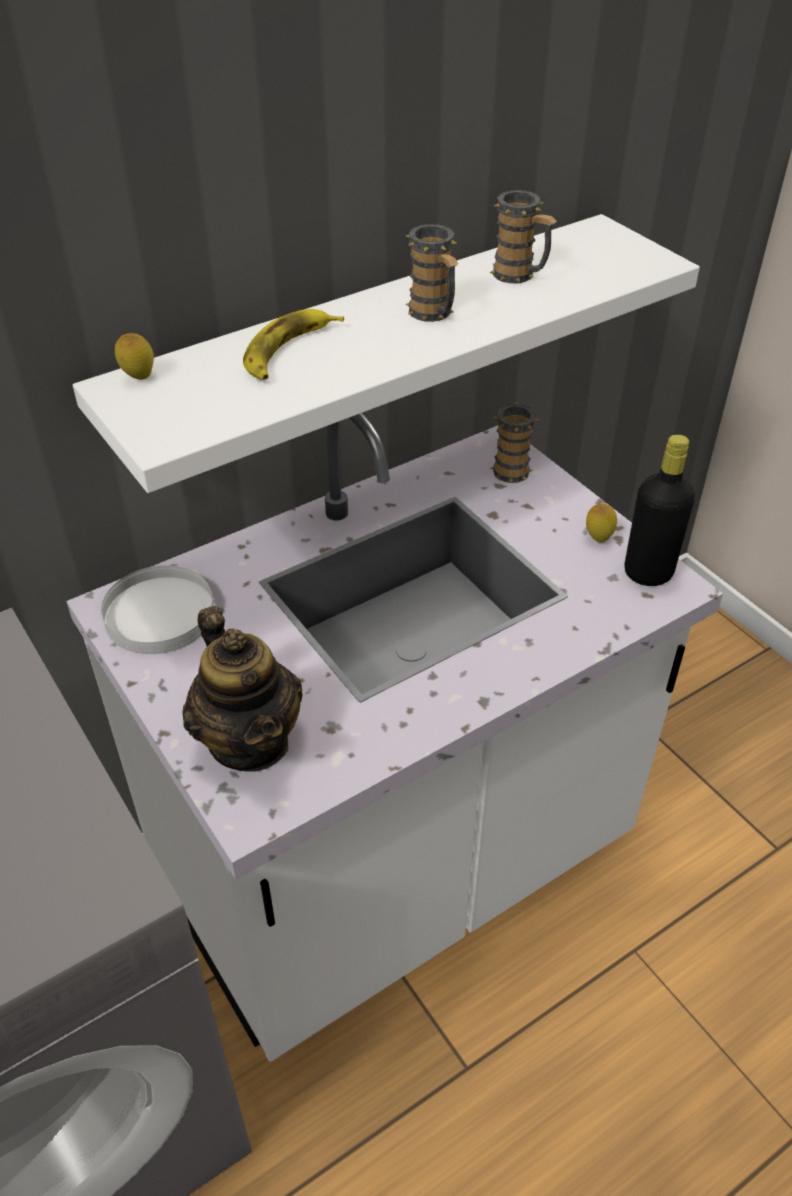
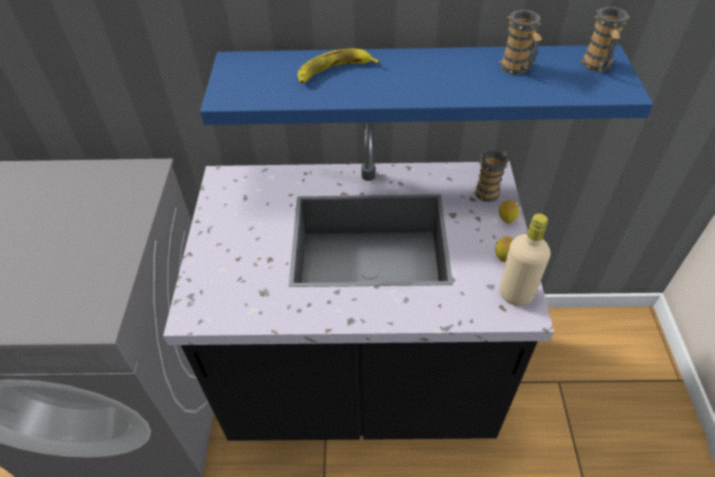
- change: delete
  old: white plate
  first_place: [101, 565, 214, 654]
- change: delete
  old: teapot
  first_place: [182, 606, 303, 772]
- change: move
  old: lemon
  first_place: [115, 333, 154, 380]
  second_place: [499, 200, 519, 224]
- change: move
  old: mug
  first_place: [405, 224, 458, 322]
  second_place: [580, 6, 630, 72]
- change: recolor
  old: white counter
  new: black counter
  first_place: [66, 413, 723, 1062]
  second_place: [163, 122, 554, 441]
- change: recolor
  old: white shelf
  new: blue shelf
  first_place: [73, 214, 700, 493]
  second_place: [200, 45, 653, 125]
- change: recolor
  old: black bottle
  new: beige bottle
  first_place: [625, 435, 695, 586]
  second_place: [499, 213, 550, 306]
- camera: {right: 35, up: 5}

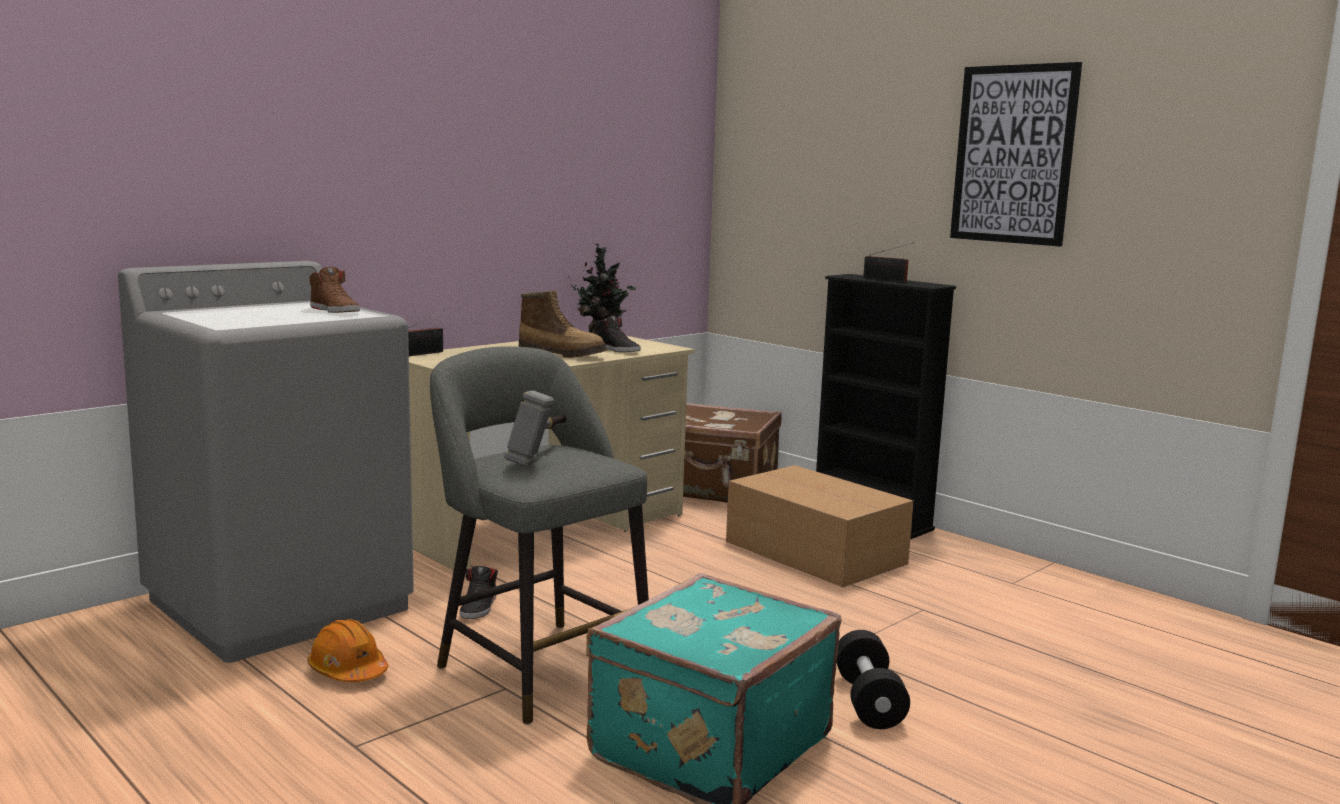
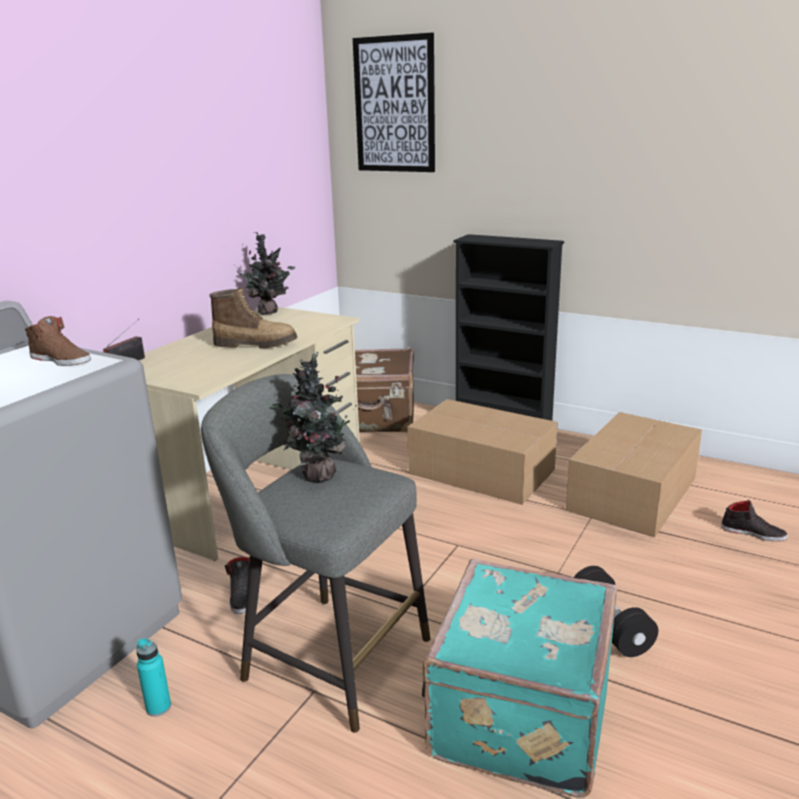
- change: delete
  old: radio
  first_place: [863, 242, 914, 282]
- change: insert
  new: cardboard box
  second_place: [566, 412, 702, 537]
- change: move
  old: black shoe
  first_place: [594, 315, 641, 352]
  second_place: [721, 500, 788, 541]
- change: move
  old: picture
  first_place: [950, 62, 1082, 246]
  second_place: [353, 33, 435, 172]
- change: replace
  old: orange hard hat
  new: turquoise bottle
  first_place: [307, 619, 388, 682]
  second_place: [136, 638, 171, 717]
- change: replace
  old: hammer
  new: potted plant
  first_place: [504, 390, 566, 466]
  second_place: [269, 352, 357, 482]
- camera: {right: -15, up: 10}

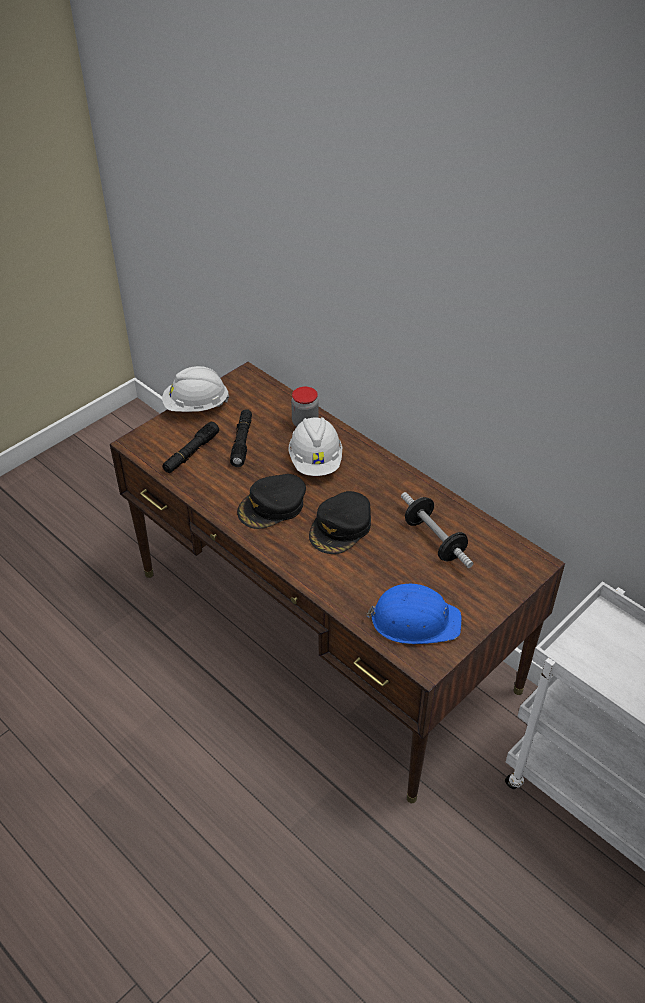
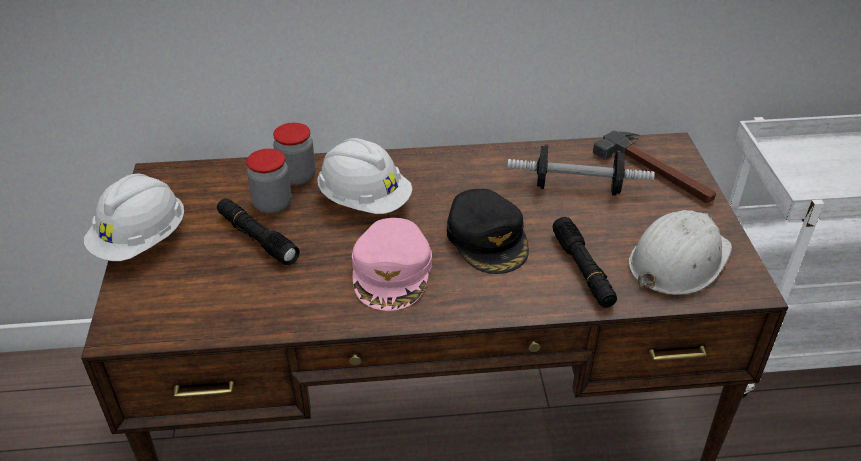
- change: insert
  new: jar
  second_place: [246, 149, 292, 214]
- change: insert
  new: hammer
  second_place: [593, 130, 716, 204]
- change: move
  old: black flashlight
  first_place: [162, 422, 219, 473]
  second_place: [553, 217, 617, 308]
- change: recolor
  old: black cap
  new: pink cap
  first_place: [237, 474, 306, 529]
  second_place: [352, 218, 432, 311]
- change: recolor
  old: blue hard hat
  new: white hard hat
  first_place: [366, 584, 462, 644]
  second_place: [628, 210, 732, 295]
- camera: {right: -50, up: -5}

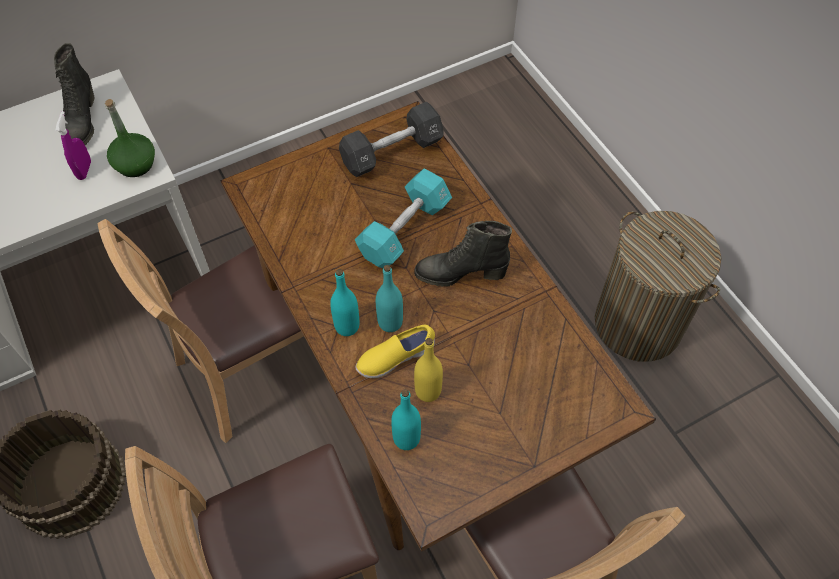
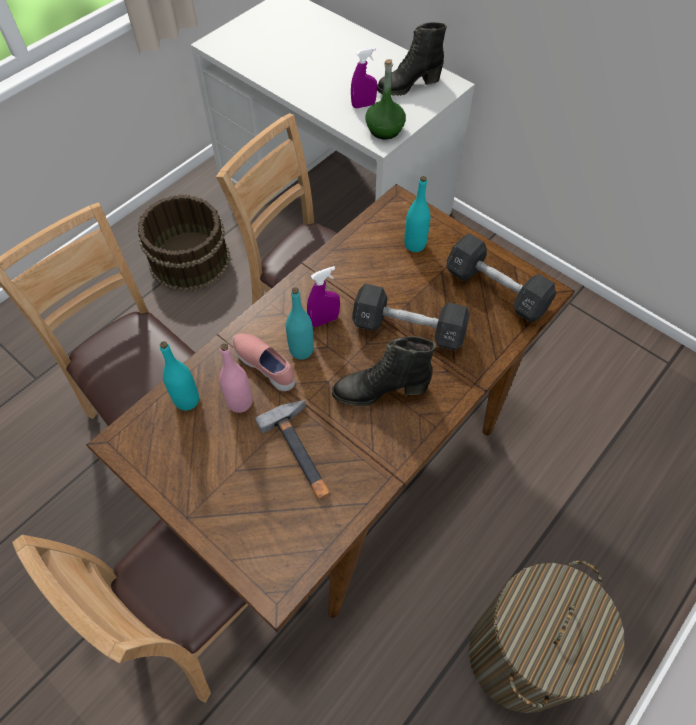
- change: insert
  new: hammer
  second_place: [255, 400, 330, 500]
- change: insert
  new: purple spray bottle
  second_place: [307, 266, 340, 327]
- change: move
  old: turquoise bottle
  first_place: [330, 269, 360, 336]
  second_place: [404, 176, 430, 252]
- change: recolor
  old: turquoise dumbbell
  new: black dumbbell
  first_place: [355, 168, 452, 268]
  second_place: [352, 284, 470, 350]
- change: recolor
  old: yellow shoe
  new: pink shoe
  first_place: [355, 325, 435, 378]
  second_place: [232, 333, 295, 391]
- change: recolor
  old: yellow bottle
  new: pink bottle
  first_place: [414, 338, 443, 402]
  second_place: [219, 344, 252, 413]
- change: rotate
  old: black boot
  first_place: [414, 221, 512, 287]
  second_place: [332, 336, 435, 407]
  degrees: -75
- camera: {right: 70, up: 0}

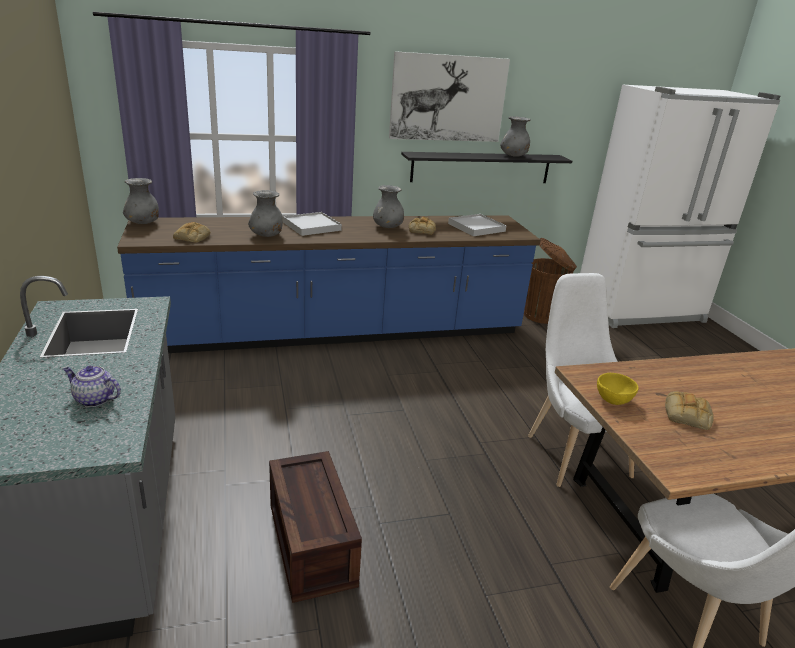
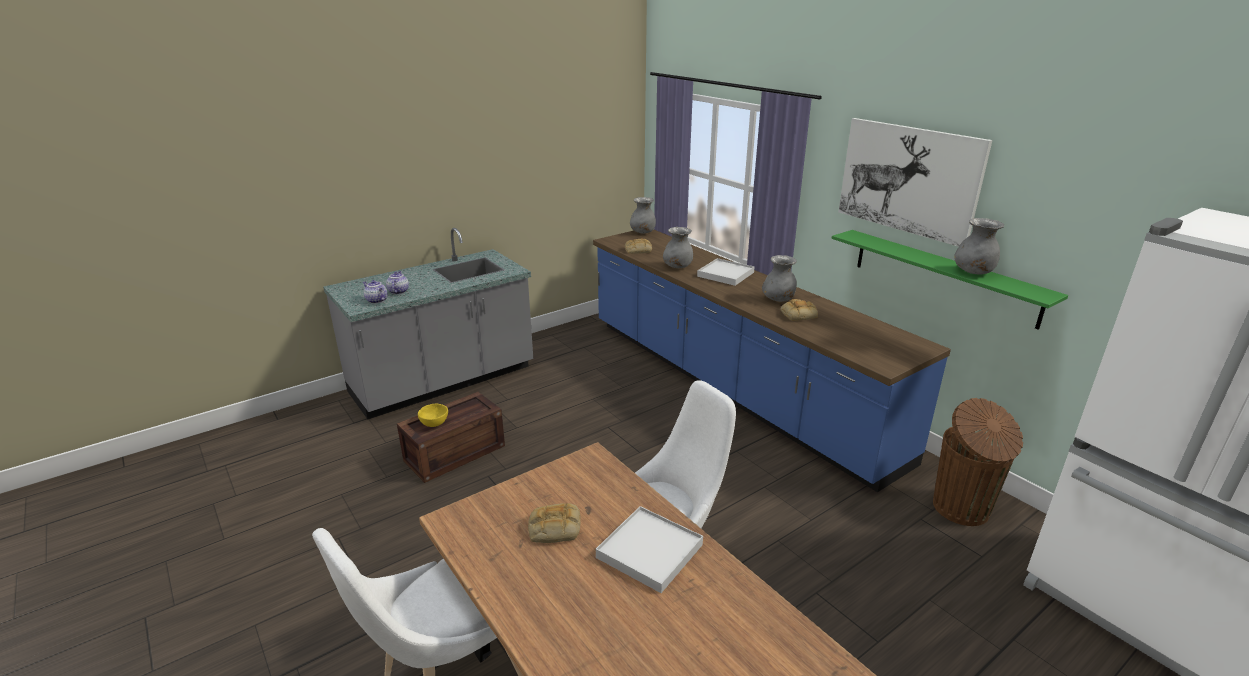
- change: insert
  new: teapot
  second_place: [363, 280, 387, 304]
- change: move
  old: white tray
  first_place: [448, 214, 507, 236]
  second_place: [596, 506, 703, 593]
- change: move
  old: yellow bowl
  first_place: [597, 373, 638, 405]
  second_place: [418, 404, 448, 427]
- change: recolor
  old: black shelf
  new: green shelf
  first_place: [401, 152, 572, 183]
  second_place: [832, 230, 1068, 330]
- camera: {right: 70, up: 0}

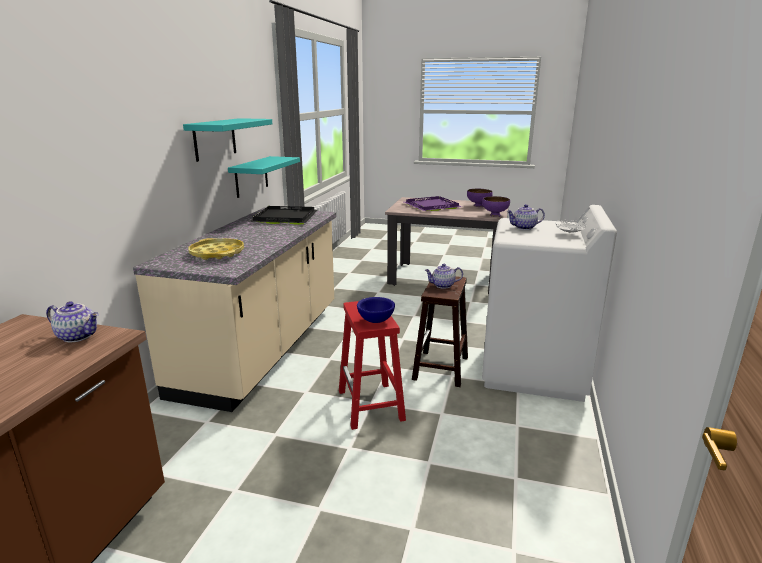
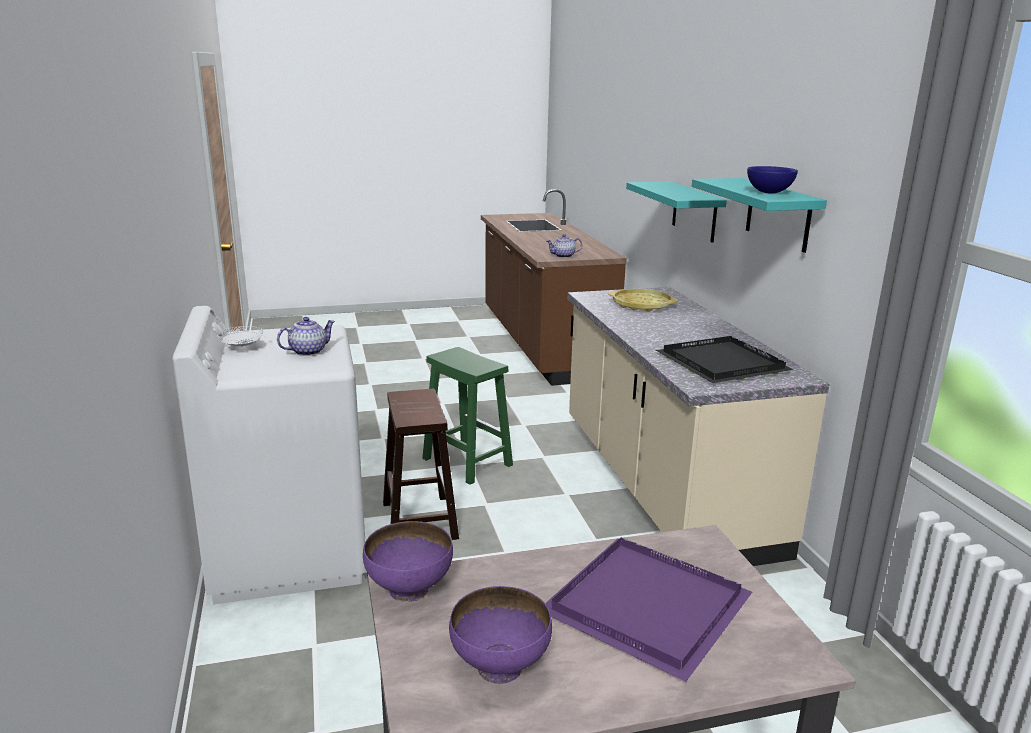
- change: delete
  old: teapot
  first_place: [425, 264, 463, 289]
- change: move
  old: turquoise shelf
  first_place: [228, 156, 300, 198]
  second_place: [626, 181, 727, 243]
- change: move
  old: blue bowl
  first_place: [357, 297, 395, 323]
  second_place: [747, 166, 798, 194]
- change: recolor
  old: red stool
  new: green stool
  first_place: [339, 301, 406, 430]
  second_place: [422, 347, 513, 485]
- camera: {right: 150, up: 0}

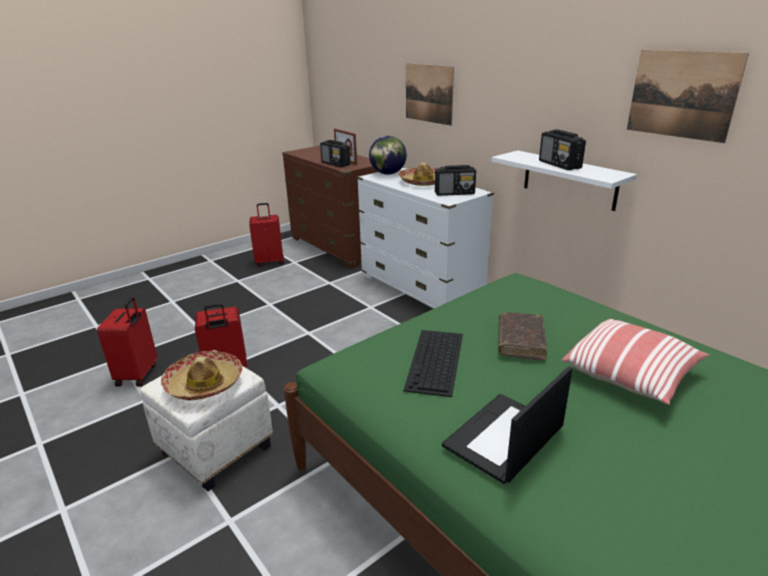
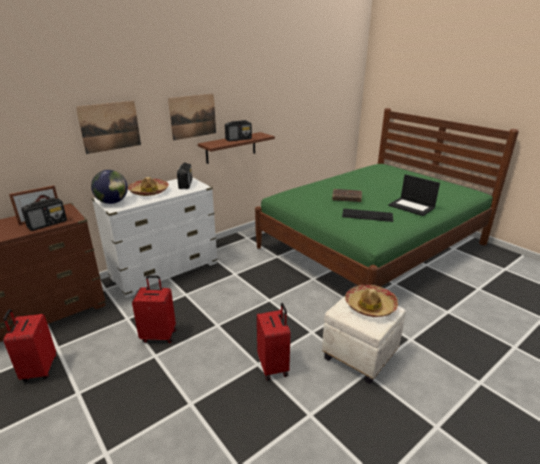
- change: delete
  old: pillow
  first_place: [562, 319, 710, 405]
- change: move
  old: red suitcase
  first_place: [97, 297, 157, 387]
  second_place: [132, 275, 177, 343]
- change: move
  old: picture
  first_place: [627, 50, 749, 143]
  second_place: [168, 94, 216, 141]
- change: recolor
  old: white shelf
  new: brown shelf
  first_place: [491, 150, 637, 211]
  second_place: [198, 132, 275, 164]
- camera: {right: -90, up: 0}

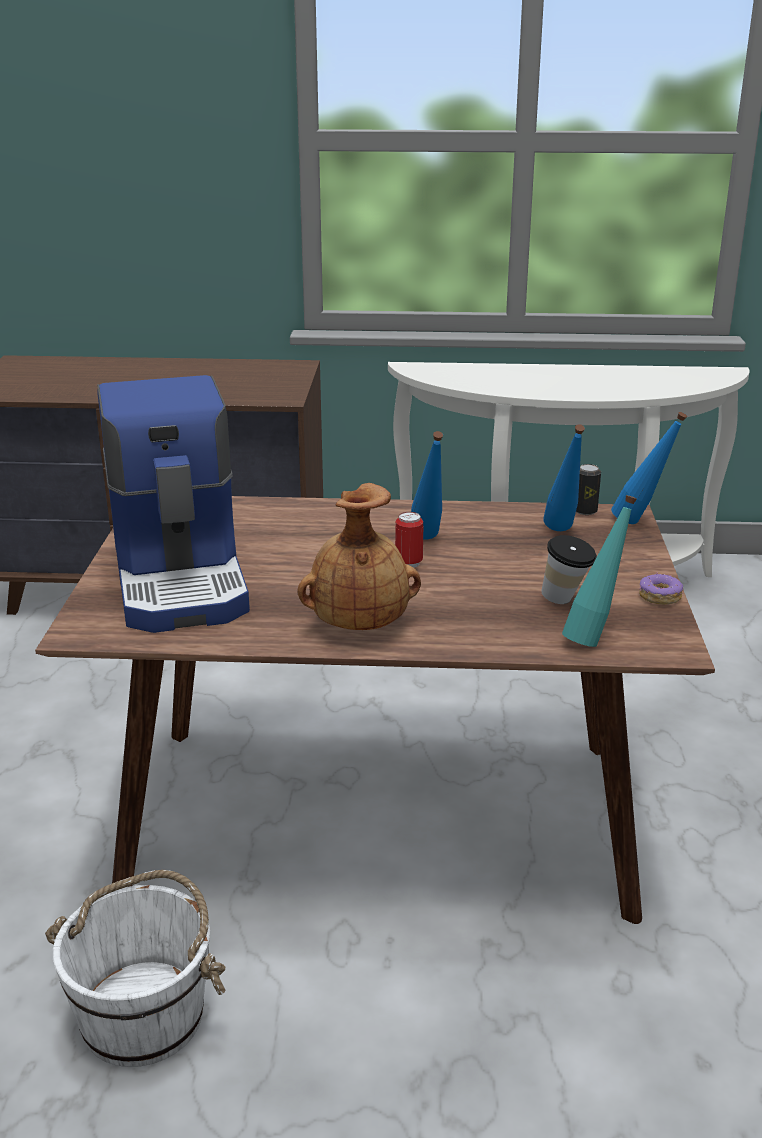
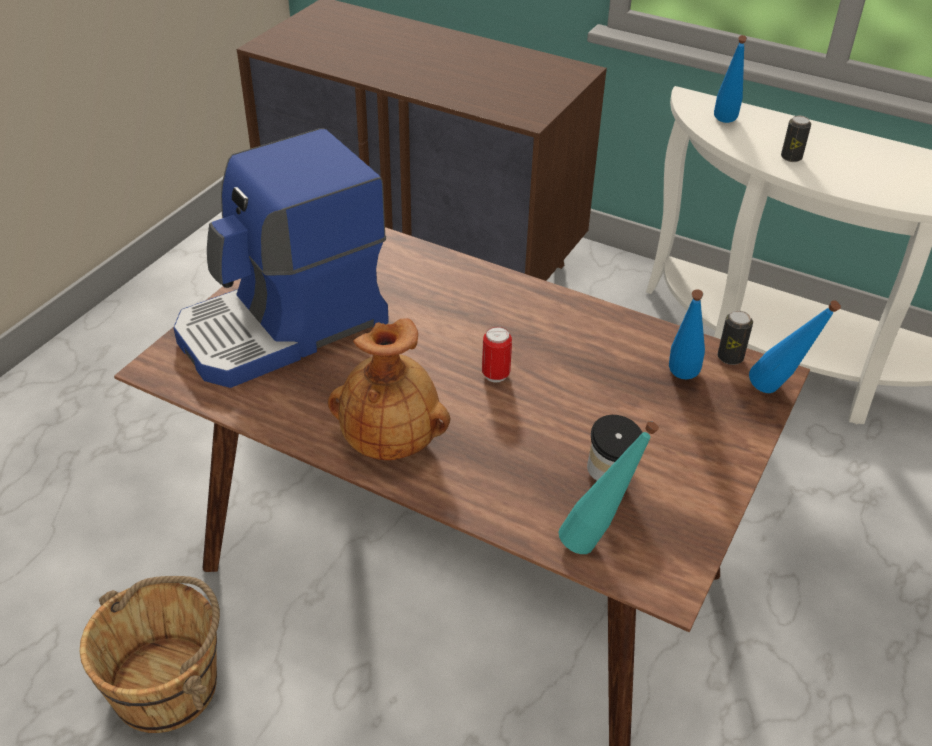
- change: delete
  old: donut
  first_place: [639, 573, 683, 605]
- change: insert
  new: can
  second_place: [781, 116, 811, 162]
- change: move
  old: blue bottle
  first_place: [411, 431, 443, 540]
  second_place: [714, 35, 747, 123]
- change: recolor
  old: white bucket
  new: brown bucket
  first_place: [45, 870, 226, 1067]
  second_place: [79, 576, 220, 733]
- change: rotate
  old: coffee machine
  first_place: [97, 375, 250, 633]
  second_place: [173, 128, 389, 388]
  degrees: 45
- camera: {right: 25, up: 15}

